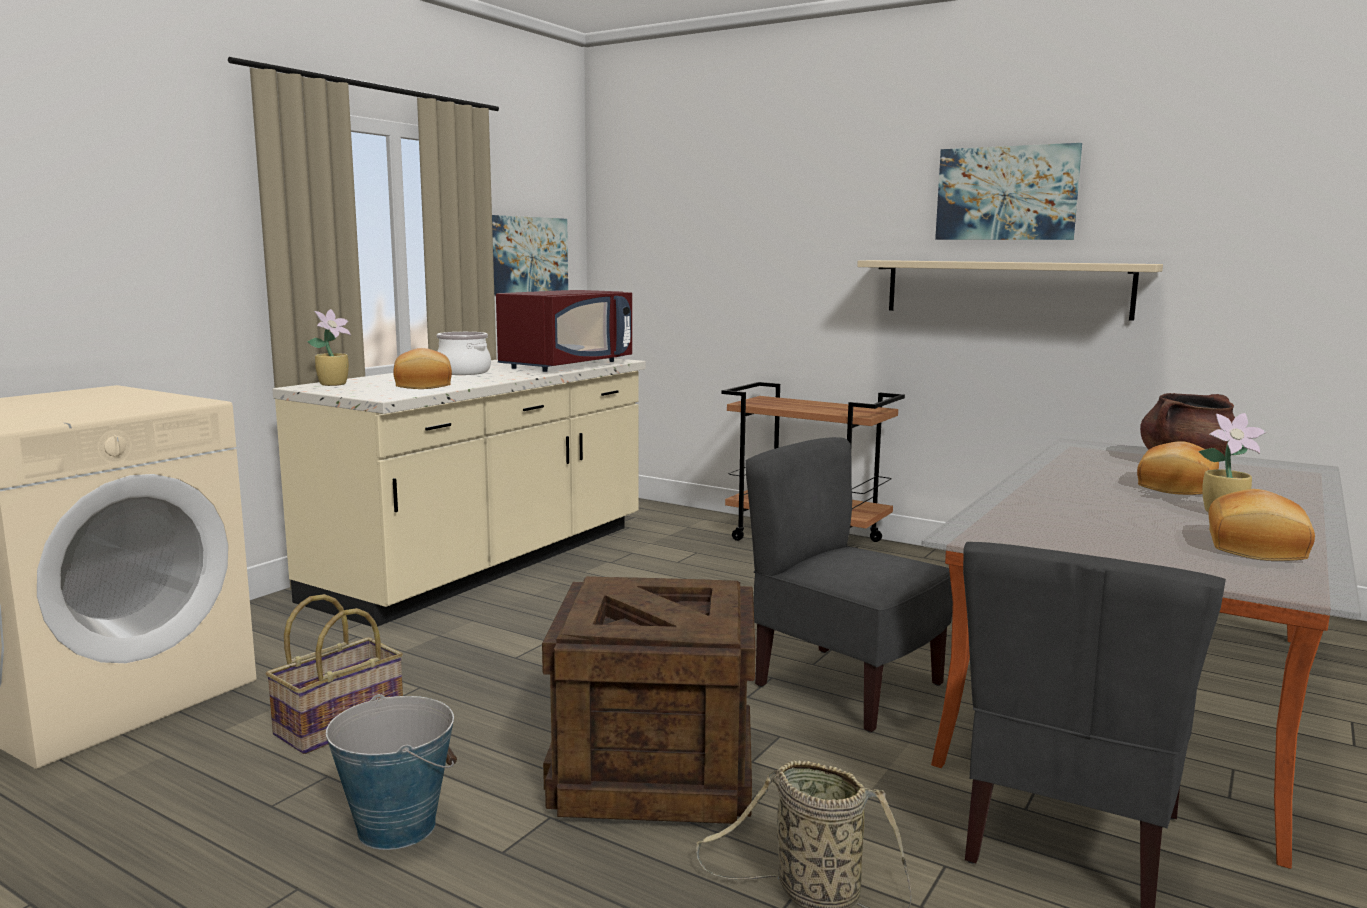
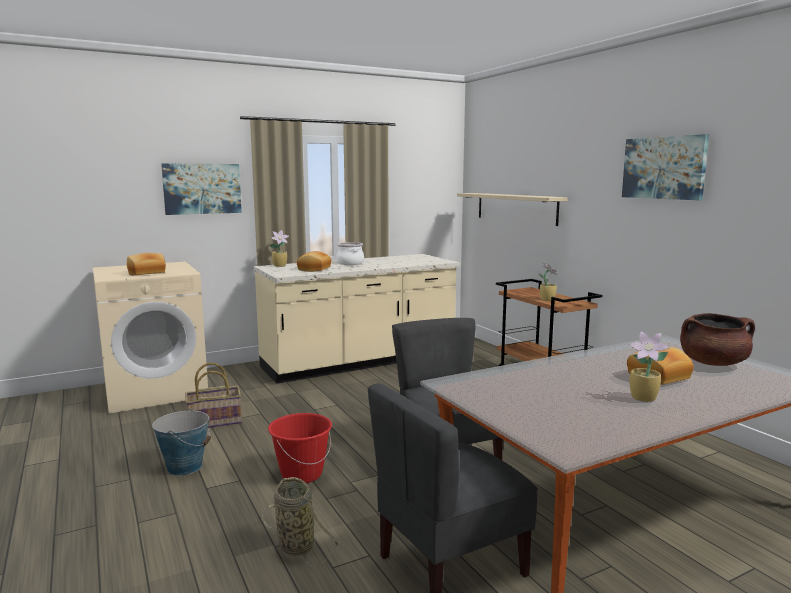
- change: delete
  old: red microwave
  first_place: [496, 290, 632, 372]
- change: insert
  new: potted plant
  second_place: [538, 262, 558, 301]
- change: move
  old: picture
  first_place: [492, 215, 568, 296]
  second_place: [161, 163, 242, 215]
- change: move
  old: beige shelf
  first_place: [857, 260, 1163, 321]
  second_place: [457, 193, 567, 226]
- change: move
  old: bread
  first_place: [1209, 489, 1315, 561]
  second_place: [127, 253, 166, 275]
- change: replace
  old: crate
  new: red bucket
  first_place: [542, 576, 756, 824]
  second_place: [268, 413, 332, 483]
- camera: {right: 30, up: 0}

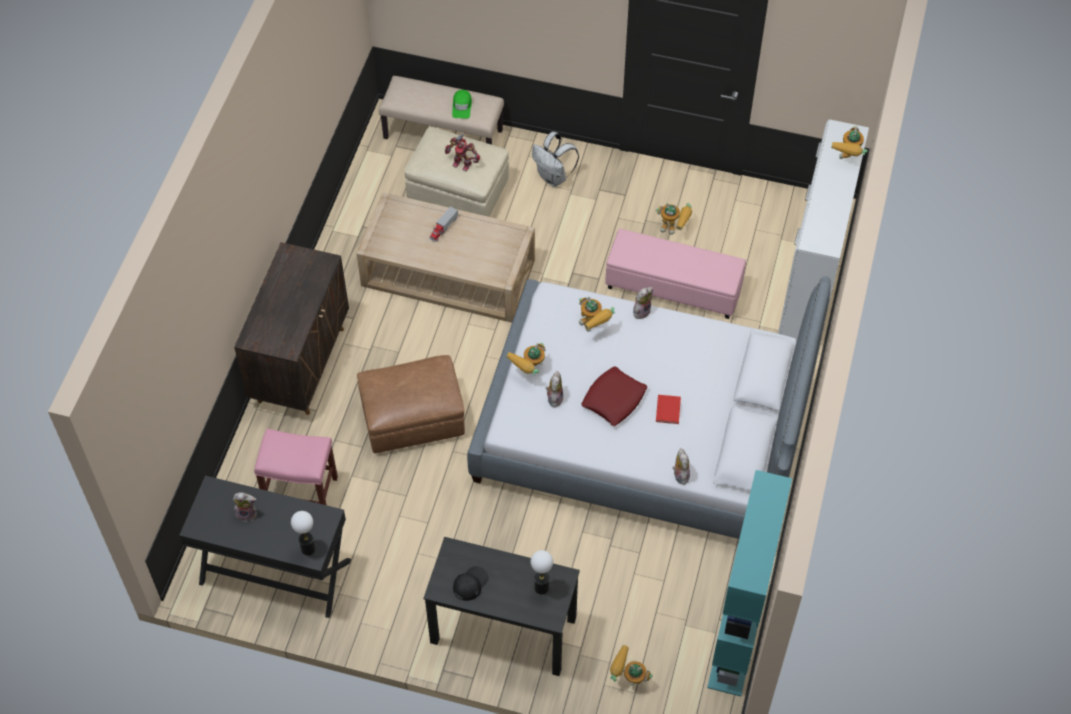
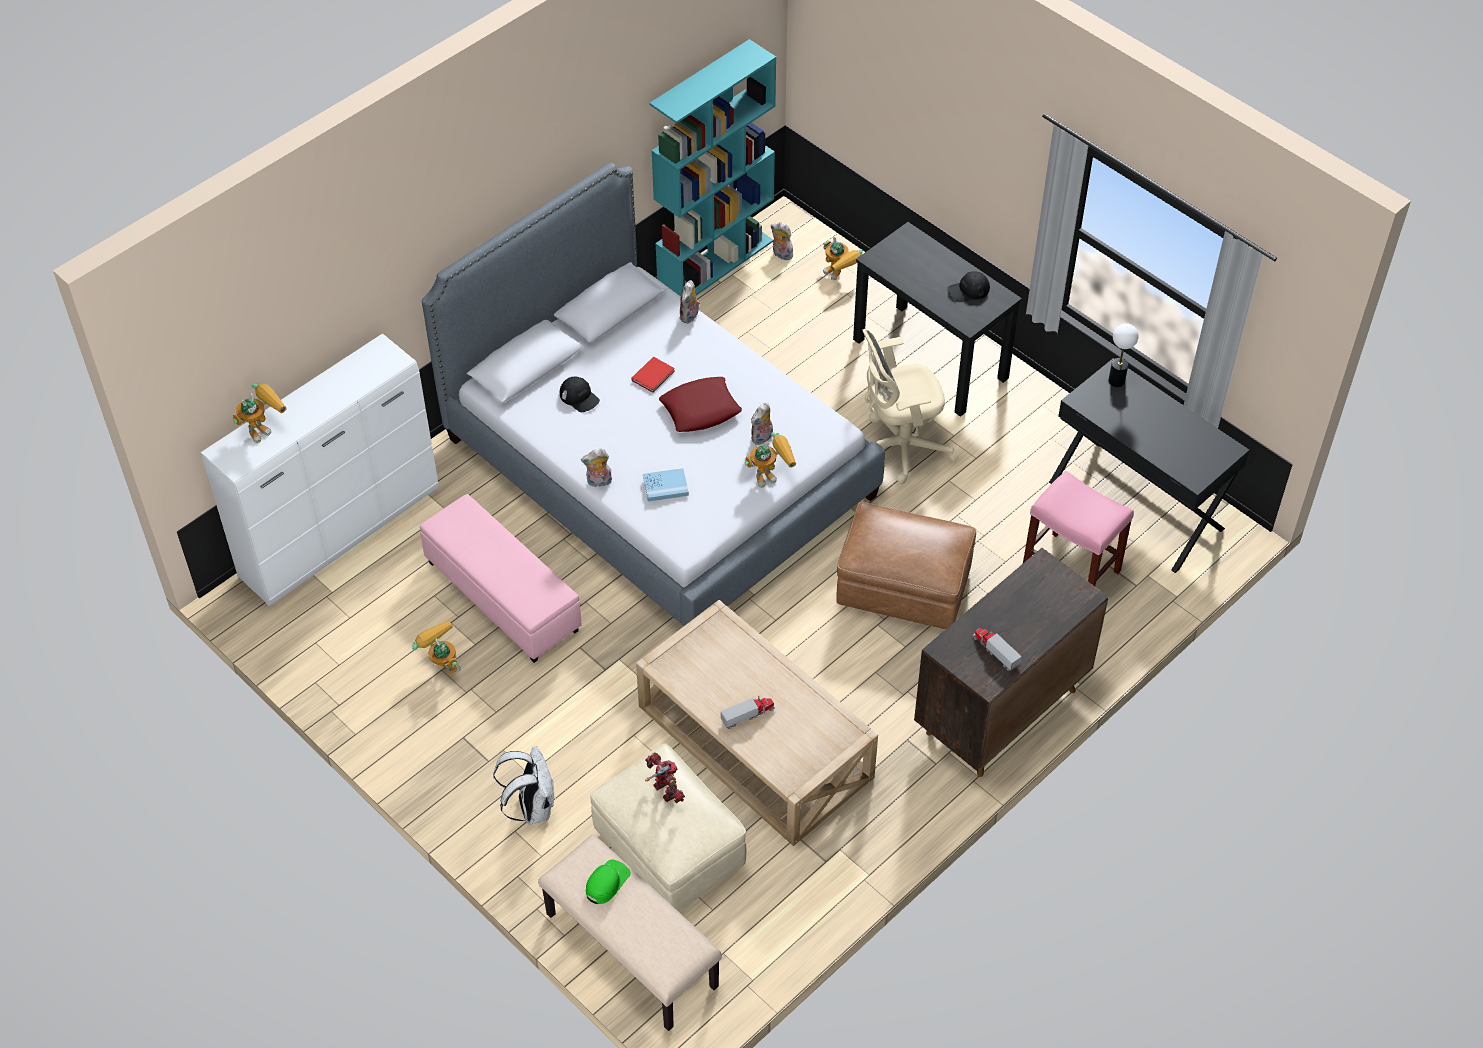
- change: delete
  old: table lamp
  first_place: [531, 550, 553, 594]
- change: insert
  new: black cap
  second_place: [560, 377, 600, 412]
- change: insert
  new: beige office chair
  second_place: [862, 329, 959, 485]
- change: insert
  new: toy truck
  second_place: [973, 628, 1022, 671]
- change: move
  old: plush toy
  first_place: [233, 492, 257, 522]
  second_place: [771, 222, 793, 260]
- change: replace
  old: toy robot
  new: blue book
  first_place: [579, 297, 615, 332]
  second_place: [643, 468, 689, 501]
- camera: {right: -150, up: -5}

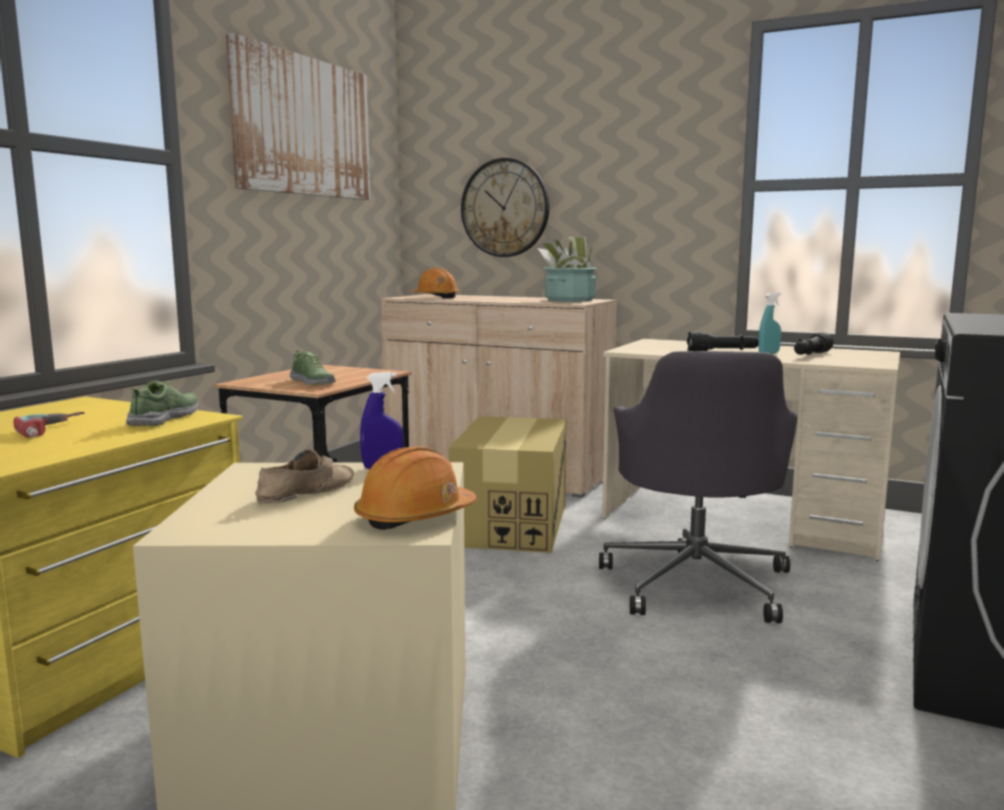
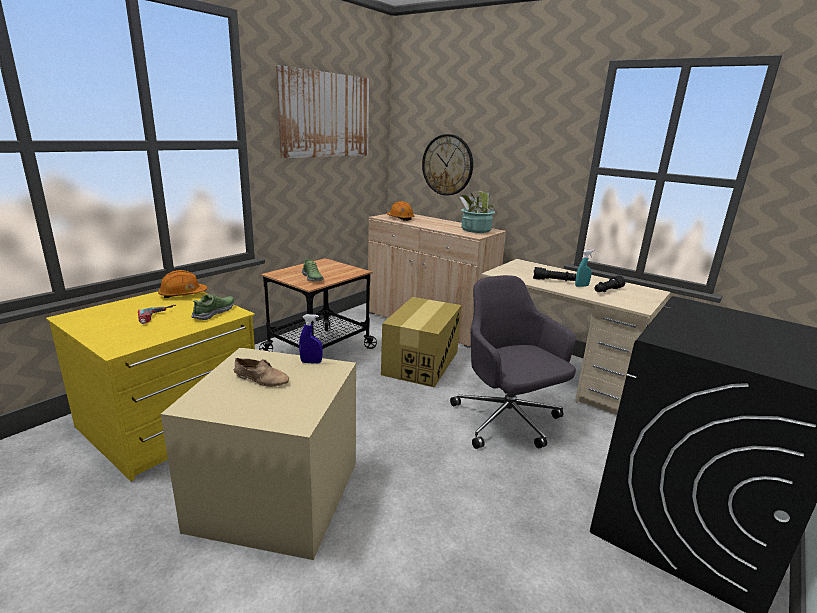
- change: move
  old: orange hard hat
  first_place: [354, 446, 477, 530]
  second_place: [158, 270, 208, 298]
- change: rotate
  old: beige shoe
  first_place: [255, 449, 354, 504]
  second_place: [233, 358, 289, 387]
  degrees: 60
- change: rotate
  old: grey office chair
  first_place: [599, 351, 798, 623]
  second_place: [450, 275, 576, 449]
  degrees: 135
- camera: {right: 10, up: 10}

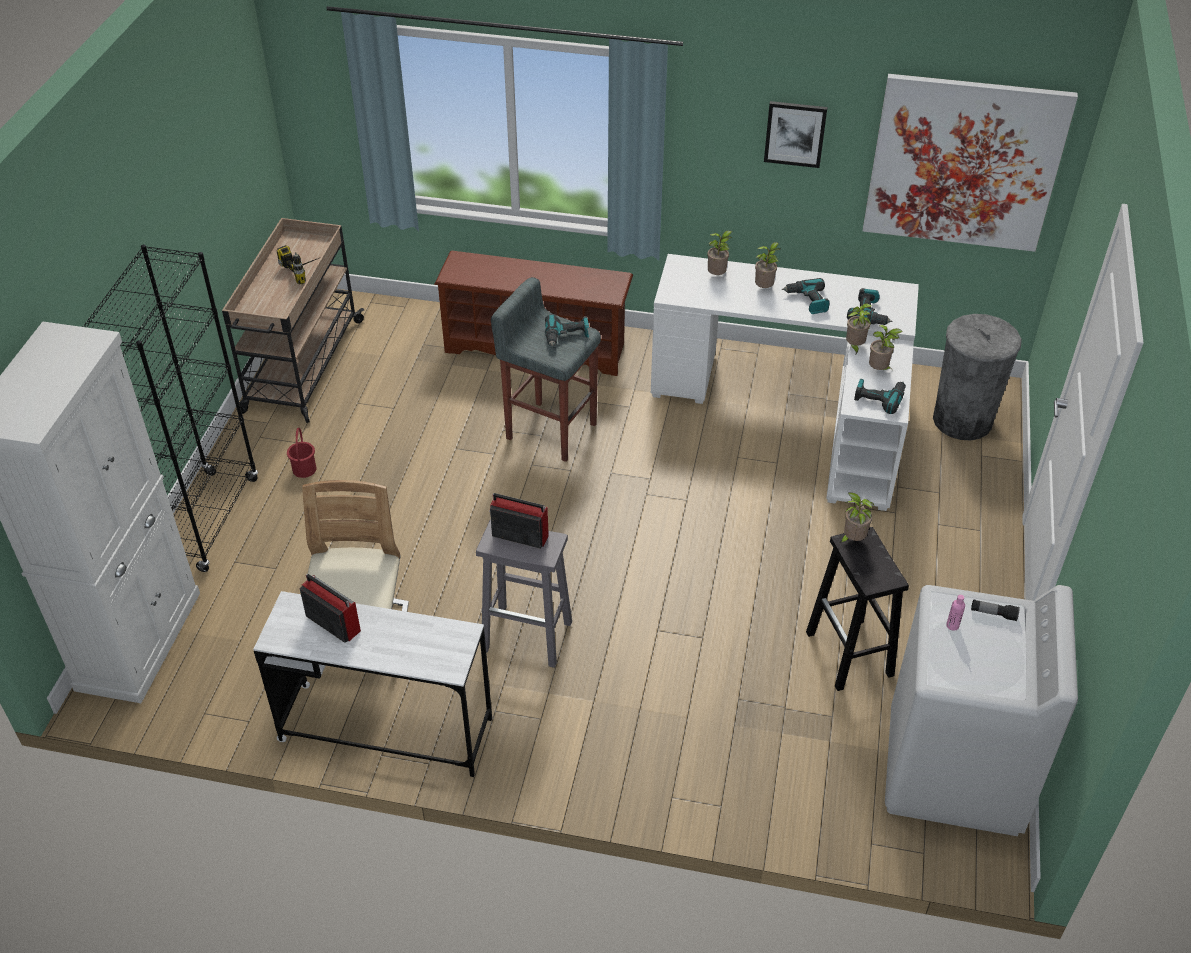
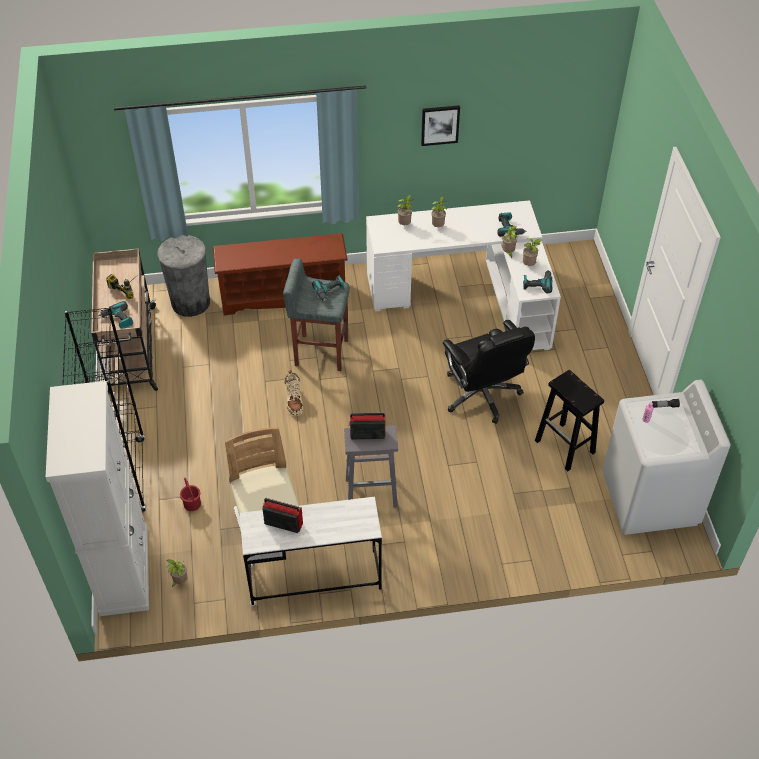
- change: delete
  old: picture
  first_place: [863, 74, 1078, 252]
- change: insert
  new: beige boot
  second_place: [284, 370, 303, 416]
- change: insert
  new: black office chair
  second_place: [443, 320, 535, 424]
- change: move
  old: red bucket
  first_place: [287, 428, 316, 478]
  second_place: [180, 478, 201, 511]
- change: move
  old: power drill
  first_place: [782, 278, 830, 314]
  second_place: [98, 301, 133, 329]
- change: move
  old: potted plant
  first_place: [840, 492, 874, 543]
  second_place: [165, 559, 187, 587]
- change: move
  old: grey trash can
  first_place: [933, 314, 1022, 441]
  second_place: [157, 235, 210, 317]
- camera: {right: -20, up: 5}

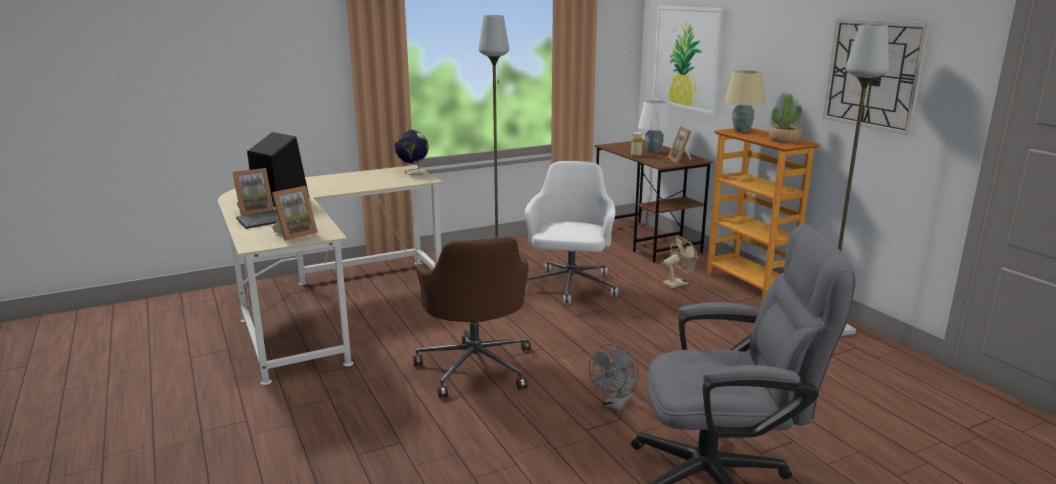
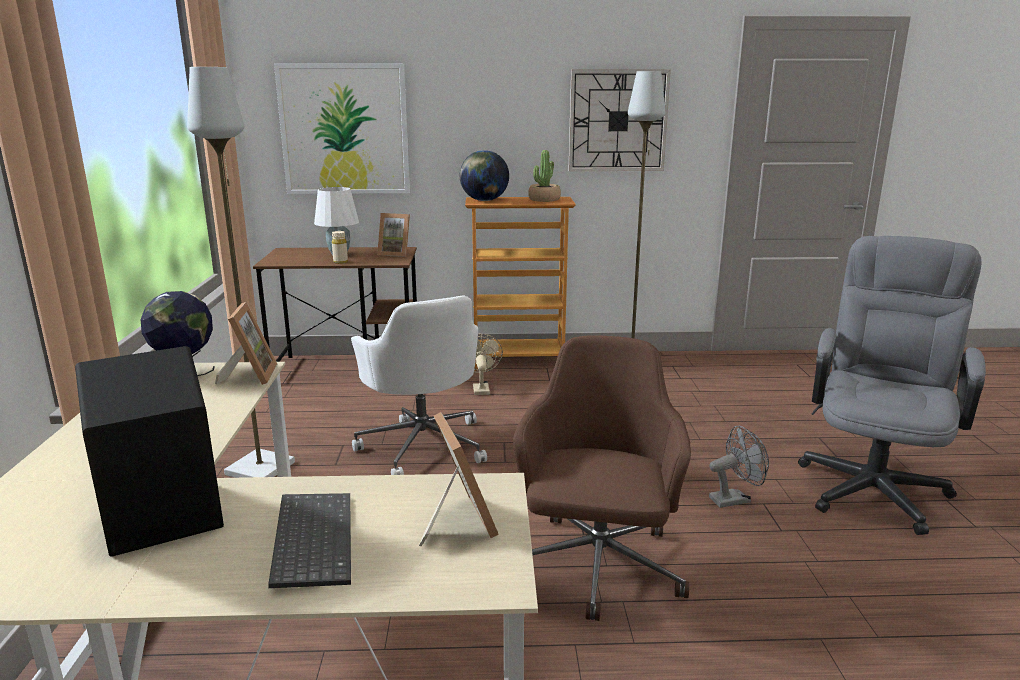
- change: move
  old: picture frame
  first_place: [233, 168, 274, 216]
  second_place: [215, 302, 277, 385]
- change: replace
  old: beige table lamp
  new: globe
  first_place: [724, 70, 765, 133]
  second_place: [460, 150, 509, 201]
- change: rotate
  old: brown office chair
  first_place: [413, 236, 531, 398]
  second_place: [513, 335, 691, 621]
  degrees: -90
- change: rotate
  old: white office chair
  first_place: [525, 161, 618, 304]
  second_place: [351, 295, 487, 475]
  degrees: -150
- change: rotate
  old: grey fan
  first_place: [589, 344, 639, 412]
  second_place: [709, 426, 769, 508]
  degrees: -75
- camera: {right: -65, up: 0}

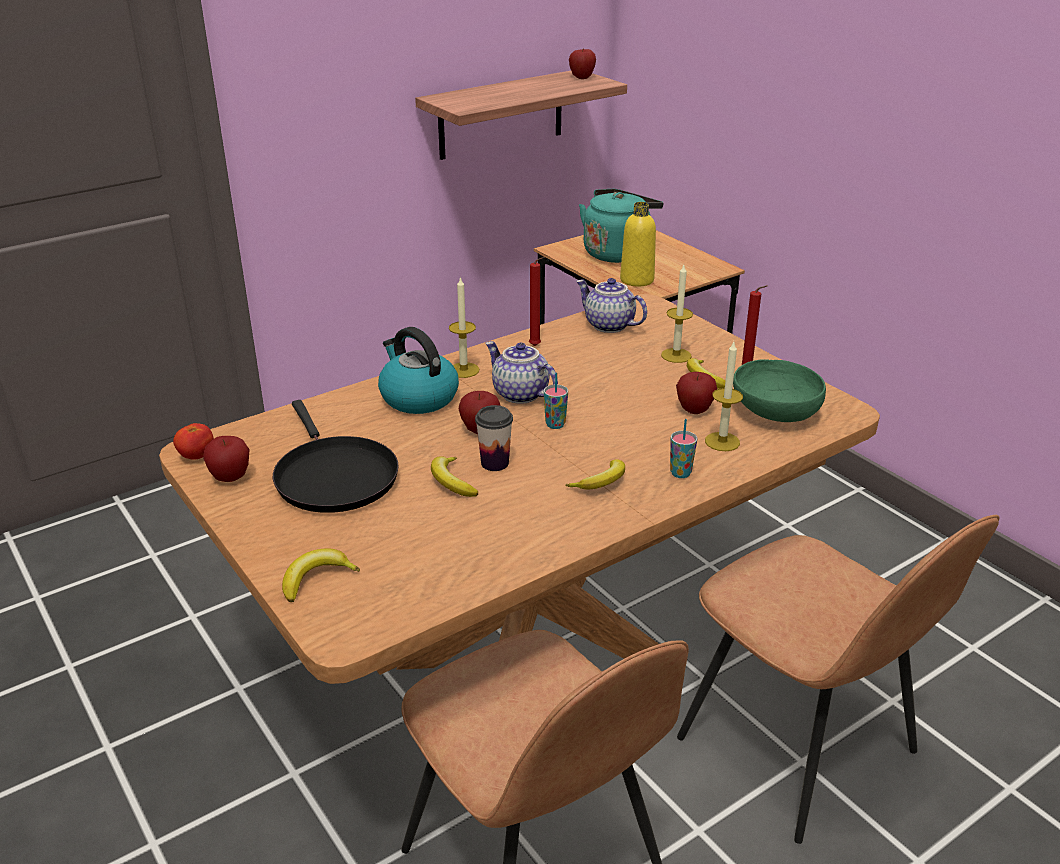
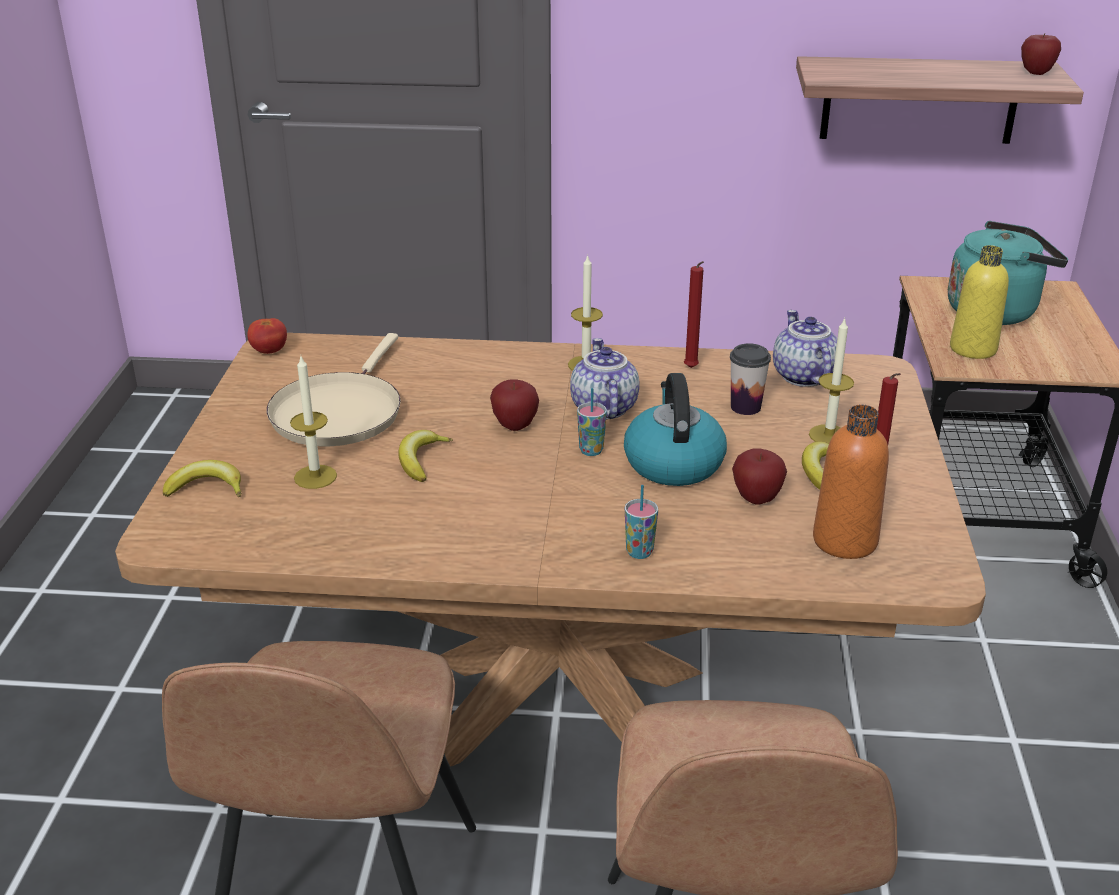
- change: delete
  old: apple
  first_place: [203, 436, 250, 482]
- change: delete
  old: banana
  first_place: [565, 459, 625, 489]
- change: move
  old: kettle
  first_place: [378, 327, 459, 414]
  second_place: [624, 373, 727, 486]
- change: move
  old: cup
  first_place: [475, 405, 513, 471]
  second_place: [730, 344, 771, 415]
- change: move
  old: candle
  first_place: [705, 342, 743, 451]
  second_place: [290, 356, 337, 489]
- change: replace
  old: green bowl
  new: orange bottle
  first_place: [733, 359, 826, 422]
  second_place: [813, 405, 889, 559]
- change: recolor
  old: black frying pan
  new: beige frying pan
  first_place: [273, 400, 399, 513]
  second_place: [267, 333, 401, 446]
- camera: {right: 40, up: 0}

